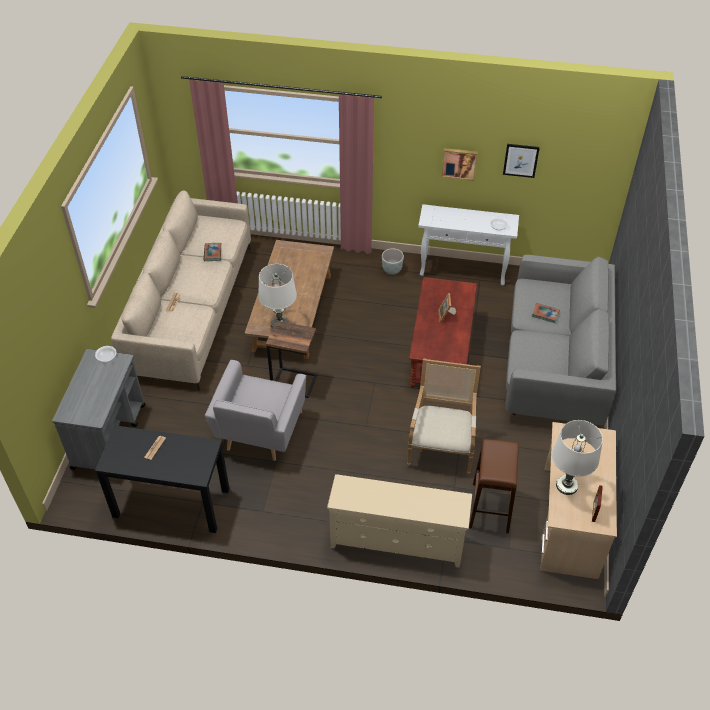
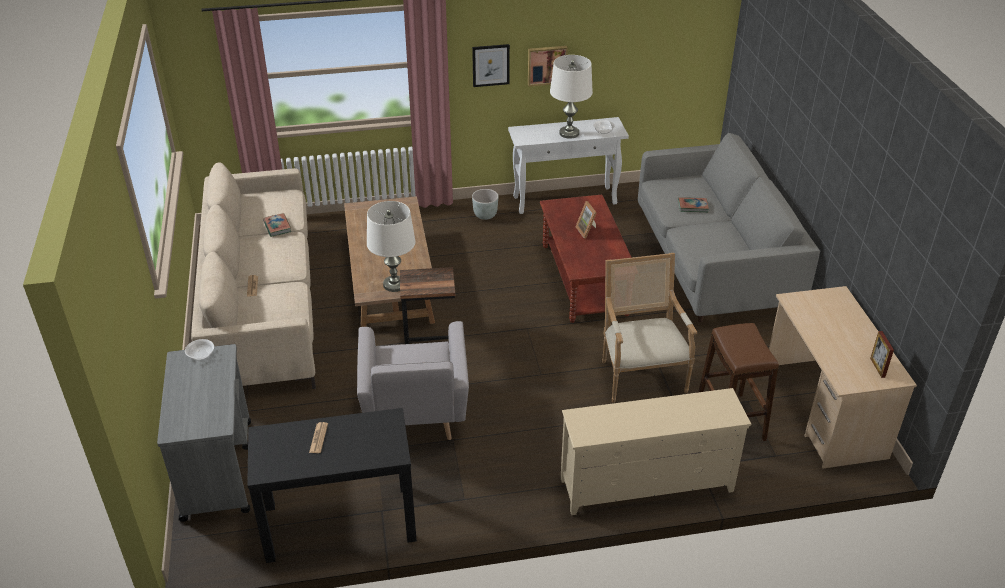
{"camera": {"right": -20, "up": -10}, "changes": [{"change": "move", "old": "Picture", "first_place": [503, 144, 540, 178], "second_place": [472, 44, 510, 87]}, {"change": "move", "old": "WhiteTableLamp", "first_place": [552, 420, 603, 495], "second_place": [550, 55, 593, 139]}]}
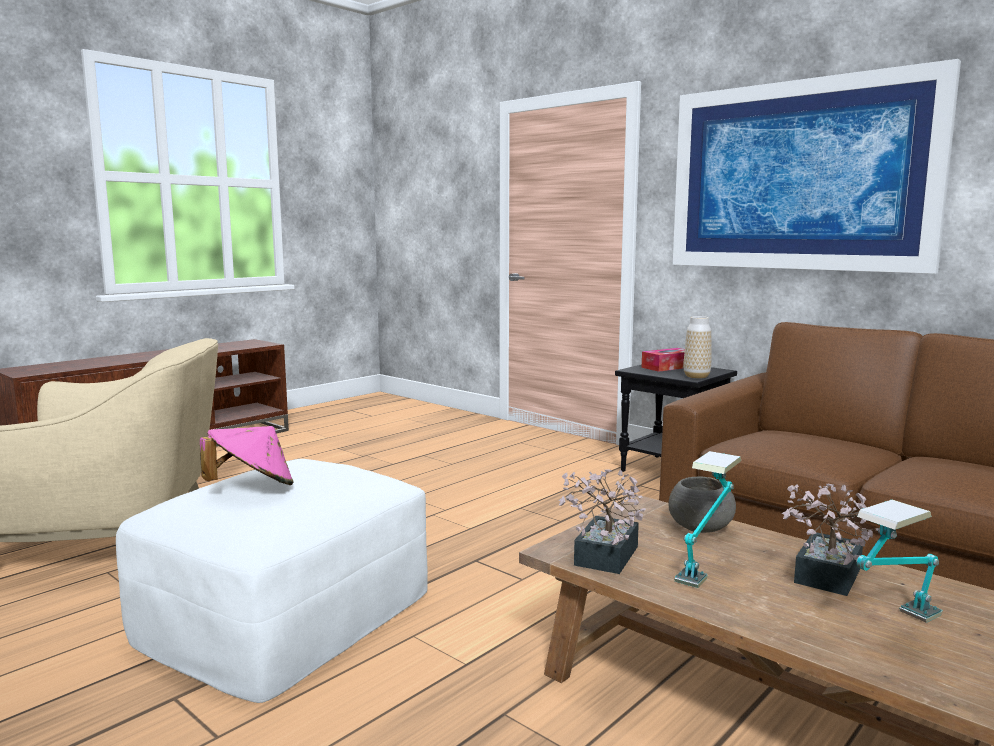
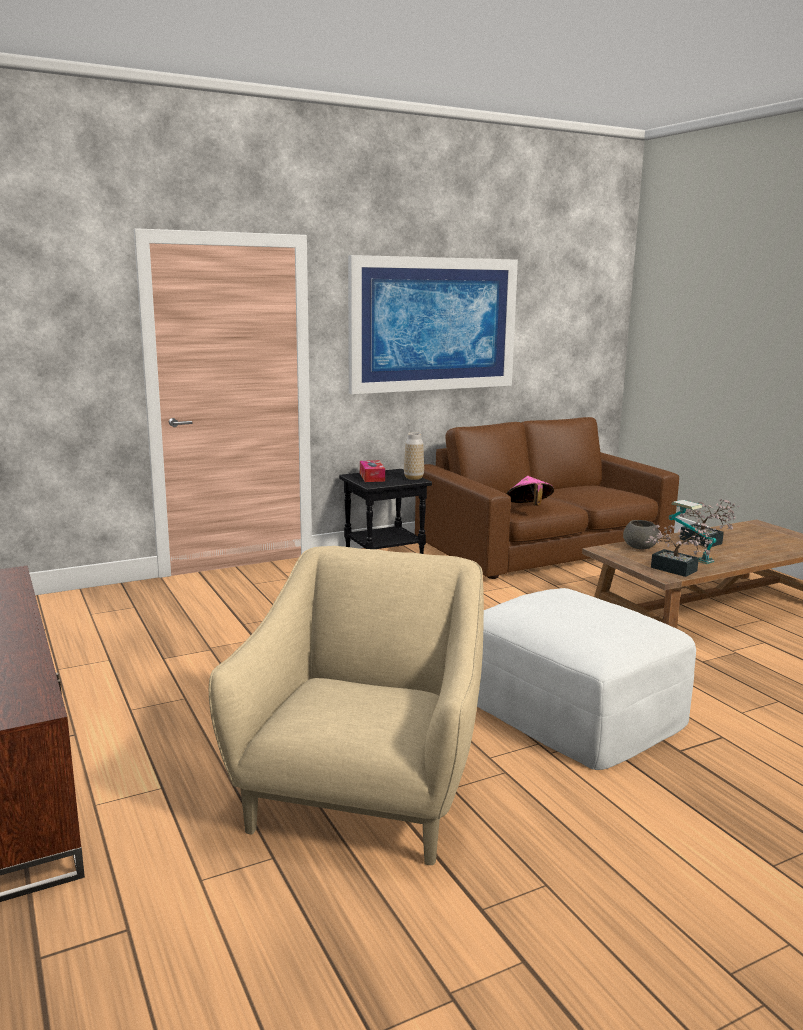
{"camera": {"right": -70, "up": 5}, "changes": [{"change": "move", "old": "PinkHat", "first_place": [200, 426, 294, 485], "second_place": [506, 476, 554, 506]}, {"change": "delete", "old": "TableLamp", "first_place": [856, 500, 943, 623]}]}
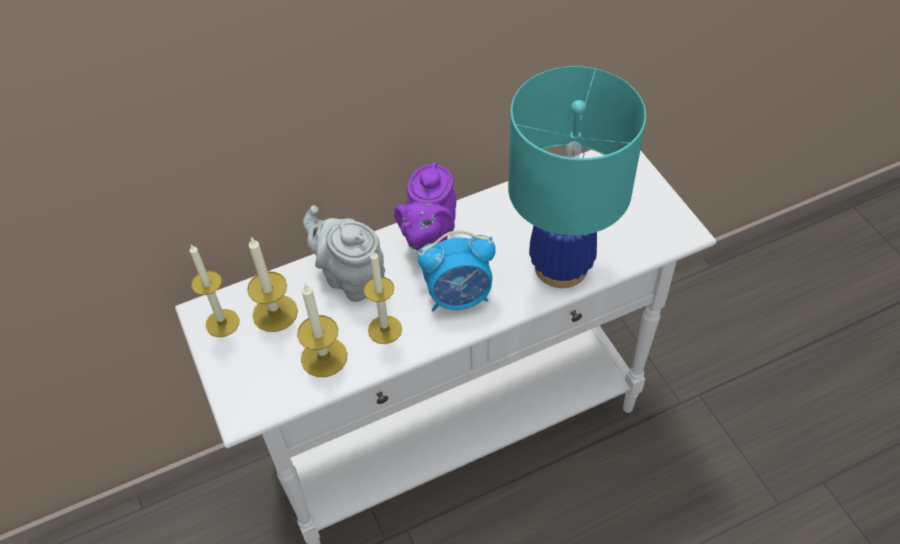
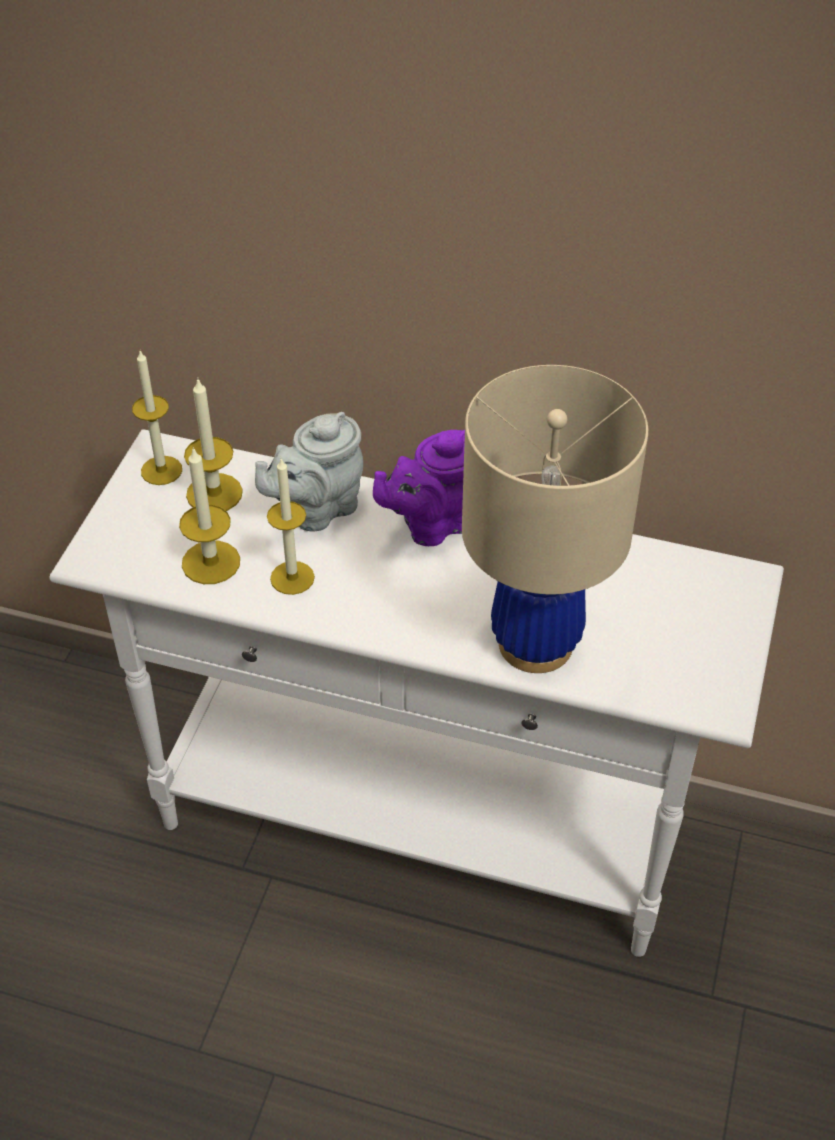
{"camera": {"right": 40, "up": -5}, "changes": [{"change": "rotate", "old": "GreyTeapot", "first_place": [303, 206, 385, 302], "second_place": [255, 412, 363, 532], "degrees": -120}, {"change": "recolor", "old": "TurquoiseTableLamp", "new": "BeigeTableLamp", "first_place": [508, 66, 646, 288], "second_place": [462, 365, 648, 673]}, {"change": "delete", "old": "AlarmClock", "first_place": [418, 230, 496, 312]}]}
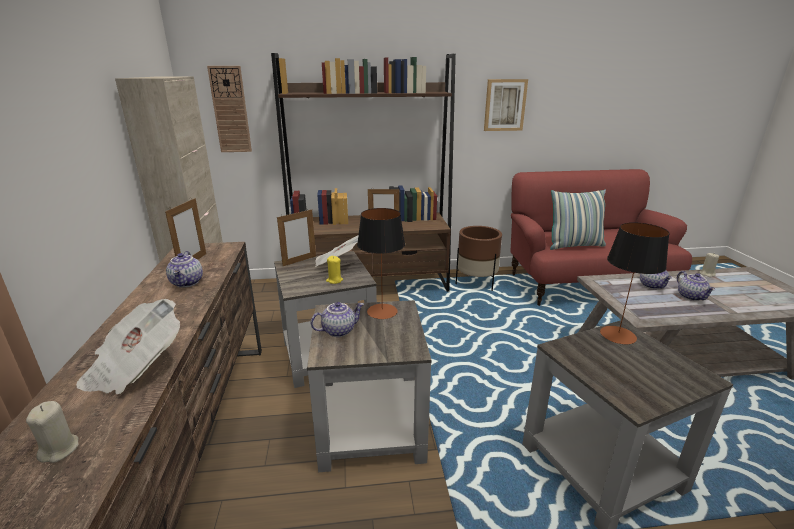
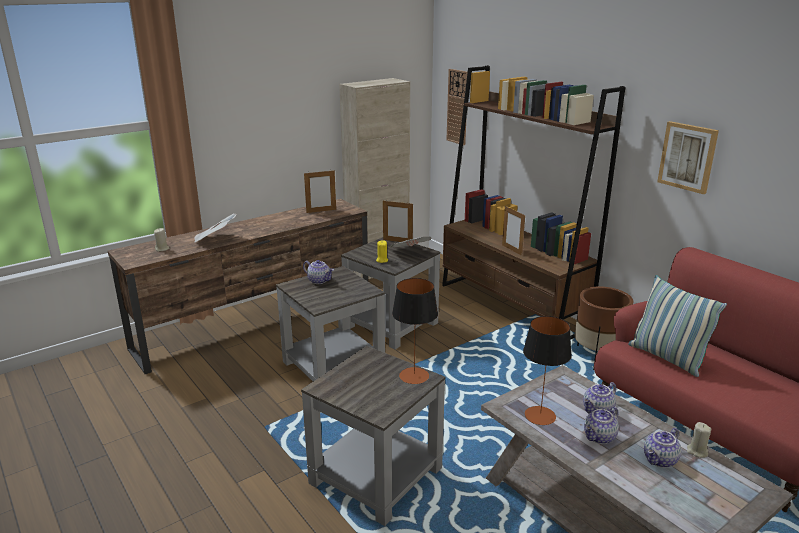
{"camera": {"right": 60, "up": 0}, "changes": [{"change": "move", "old": "TableLamp", "first_place": [357, 208, 405, 319], "second_place": [523, 316, 572, 425]}, {"change": "move", "old": "Teapot", "first_place": [166, 251, 203, 288], "second_place": [644, 428, 681, 468]}]}
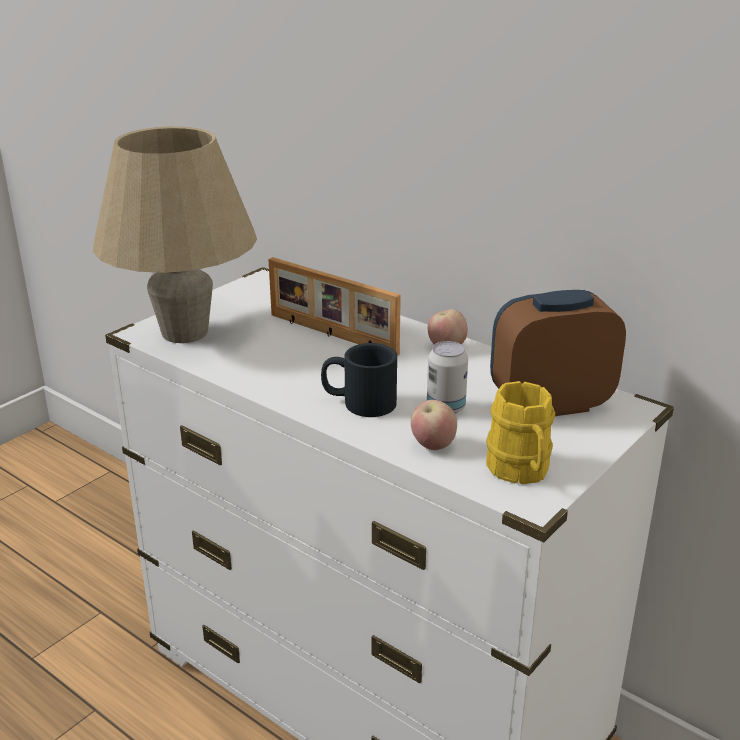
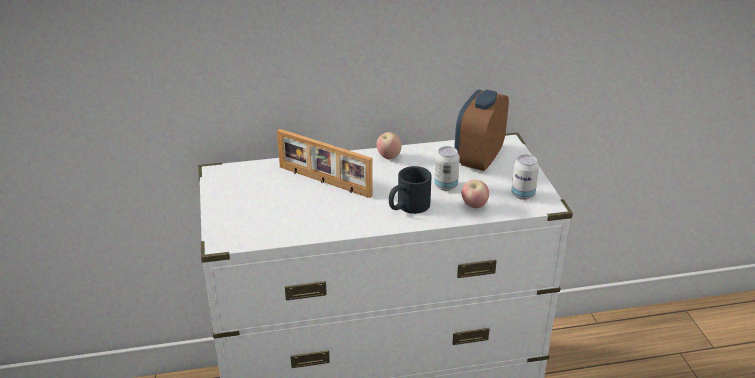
{"camera": {"right": -50, "up": 5}, "changes": [{"change": "rotate", "old": "PictureFrame", "first_place": [268, 257, 401, 356], "second_place": [277, 129, 373, 198], "degrees": 45}, {"change": "replace", "old": "YellowMug", "new": "Can", "first_place": [486, 381, 555, 484], "second_place": [511, 154, 539, 200]}, {"change": "delete", "old": "BeigeTableLamp", "first_place": [93, 126, 257, 343]}]}
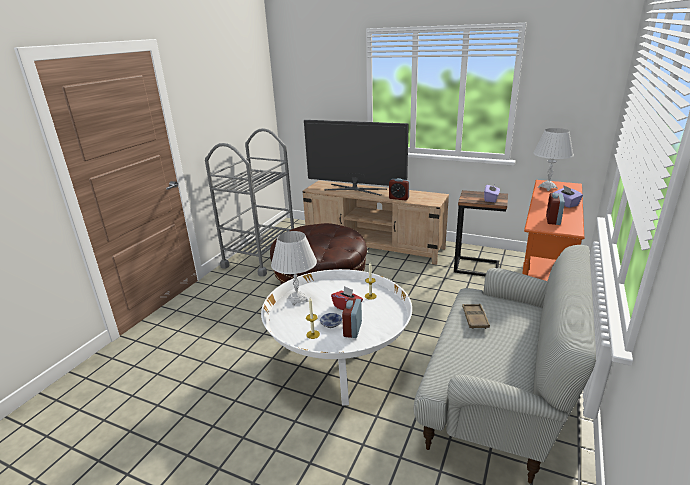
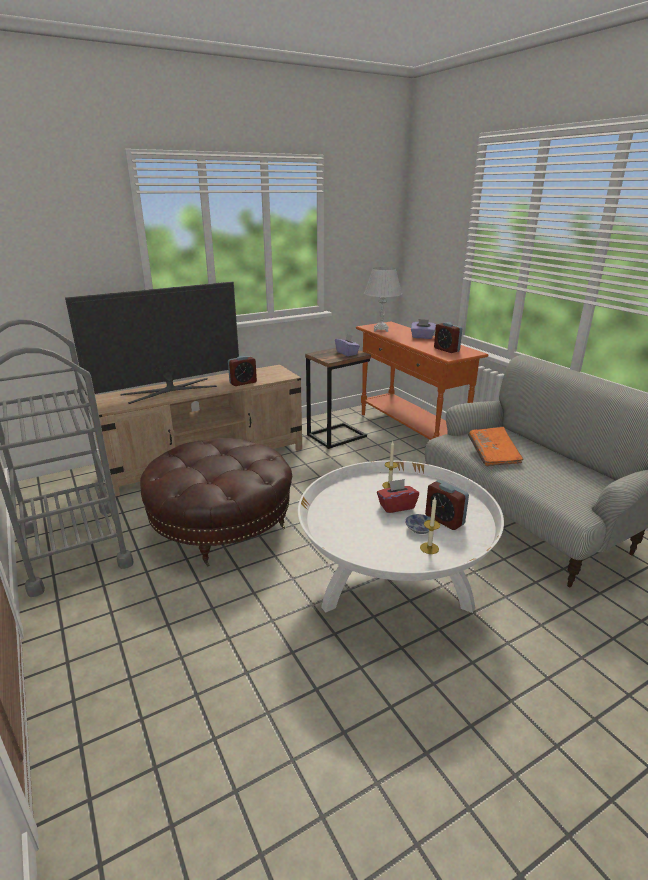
{"camera": {"right": -55, "up": 0}, "changes": [{"change": "replace", "old": "BrownTray", "new": "OrangeBook", "first_place": [462, 304, 490, 329], "second_place": [468, 427, 524, 467]}, {"change": "delete", "old": "WhiteTableLamp", "first_place": [271, 231, 317, 306]}]}
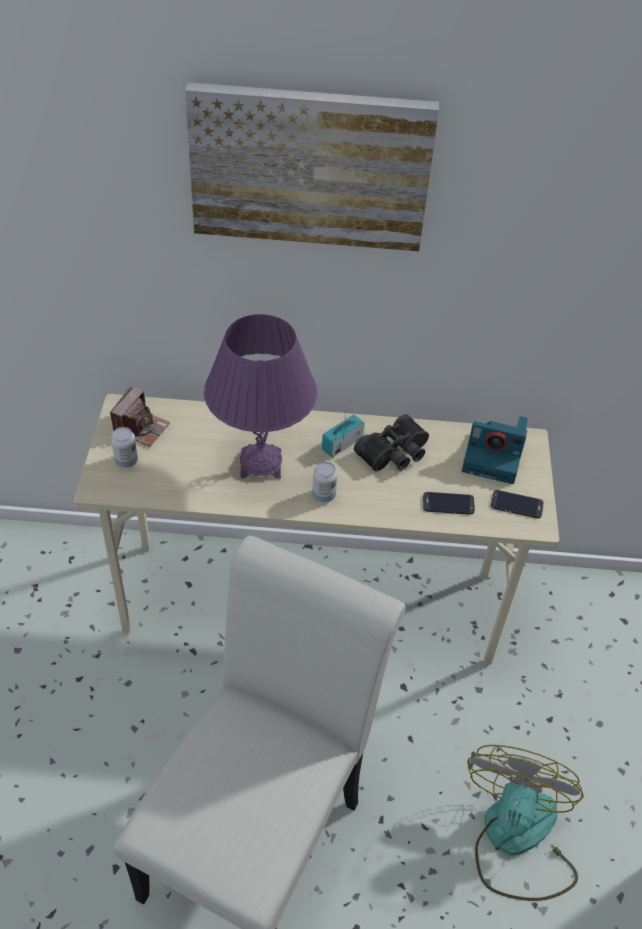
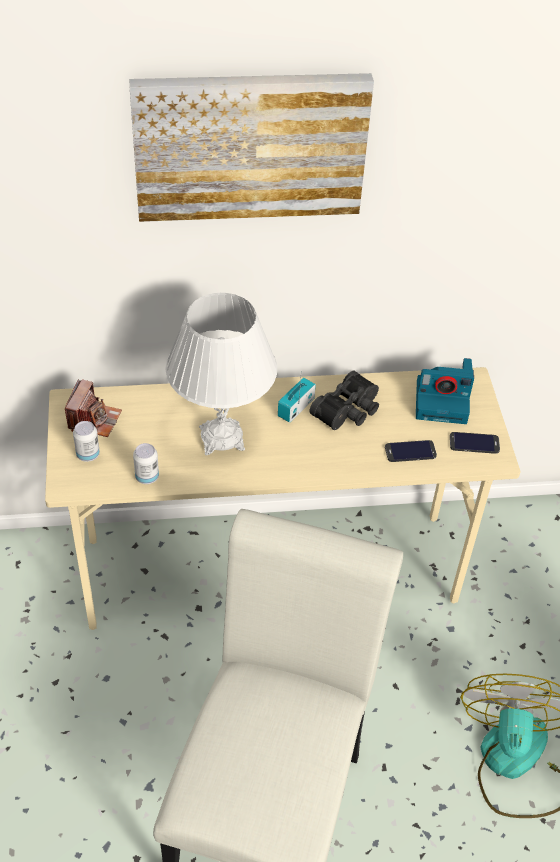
{"camera": {"right": -10, "up": 0}, "changes": [{"change": "move", "old": "Can", "first_place": [312, 461, 338, 503], "second_place": [133, 443, 159, 484]}, {"change": "recolor", "old": "PurpleTableLamp", "new": "WhiteTableLamp", "first_place": [204, 314, 317, 479], "second_place": [165, 293, 277, 455]}]}
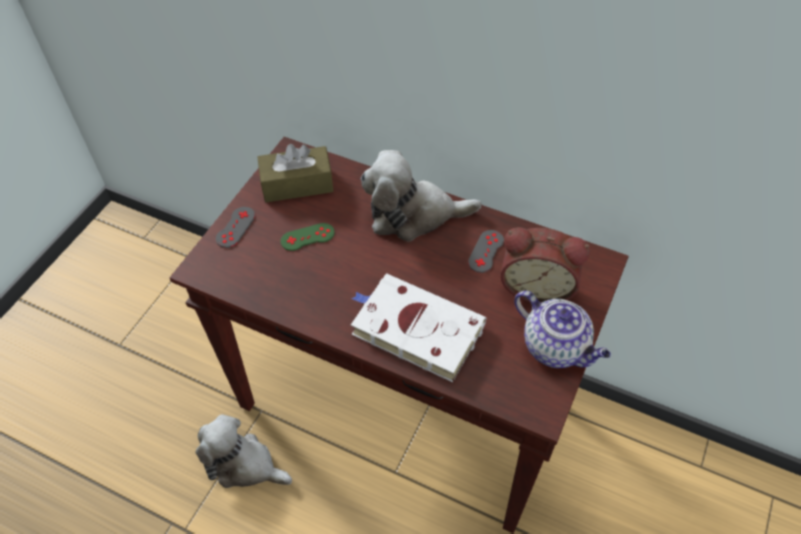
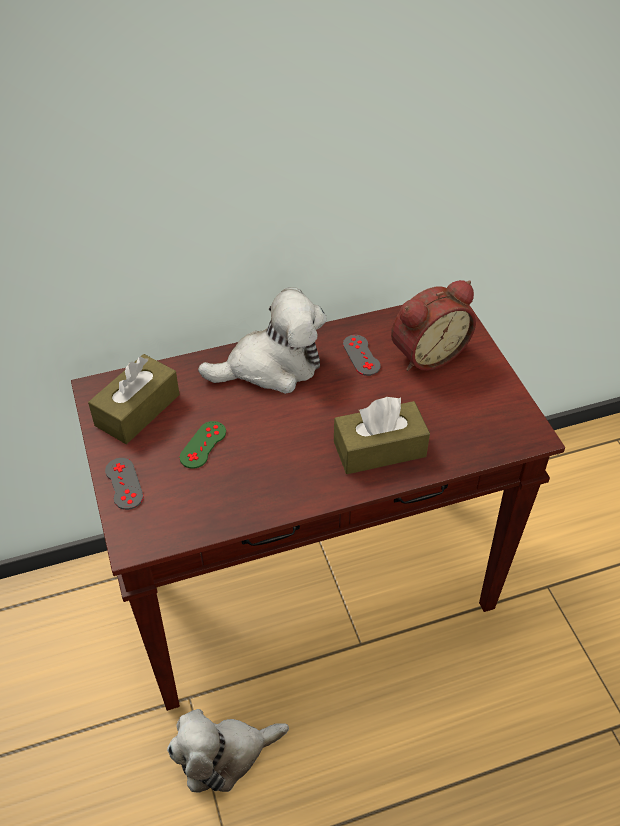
{"camera": {"right": -45, "up": -5}, "changes": [{"change": "rotate", "old": "PlushToy", "first_place": [361, 150, 482, 241], "second_place": [198, 287, 327, 394], "degrees": -150}, {"change": "replace", "old": "WhiteBook", "new": "BrownTissueBox", "first_place": [351, 274, 486, 382], "second_place": [334, 397, 430, 474]}, {"change": "delete", "old": "Teapot", "first_place": [514, 291, 611, 368]}]}
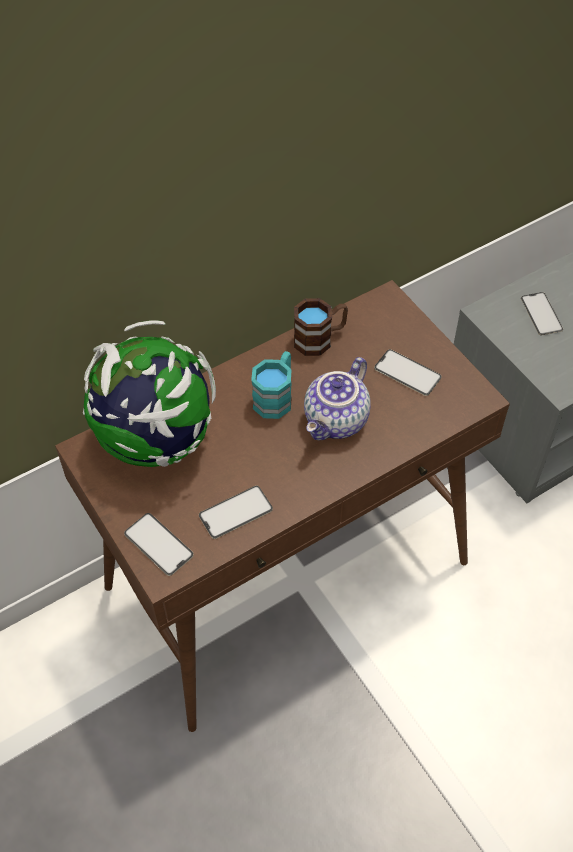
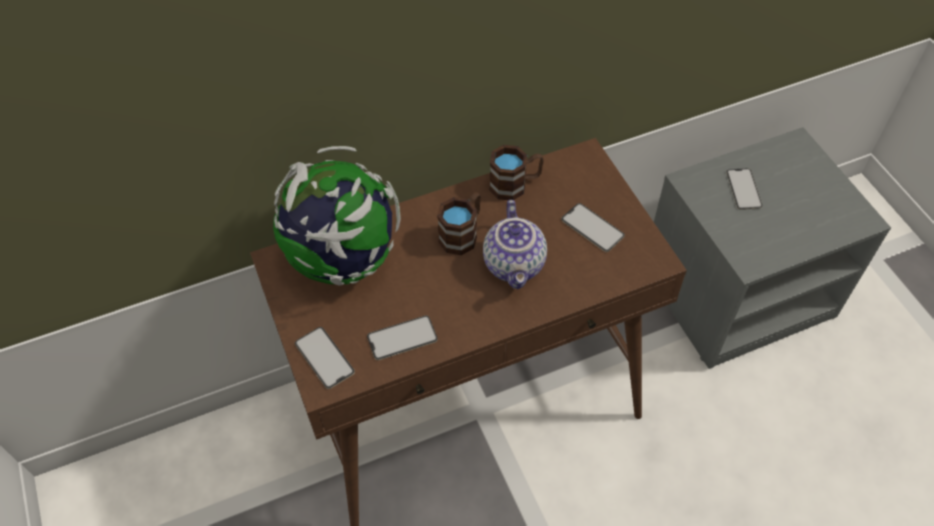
{"camera": {"right": 10, "up": 0}, "changes": [{"change": "recolor", "old": "TurquoiseMug", "new": "BrownMug", "first_place": [251, 351, 292, 419], "second_place": [437, 192, 481, 255]}, {"change": "rotate", "old": "Teapot", "first_place": [304, 357, 371, 440], "second_place": [483, 200, 547, 289], "degrees": -45}]}
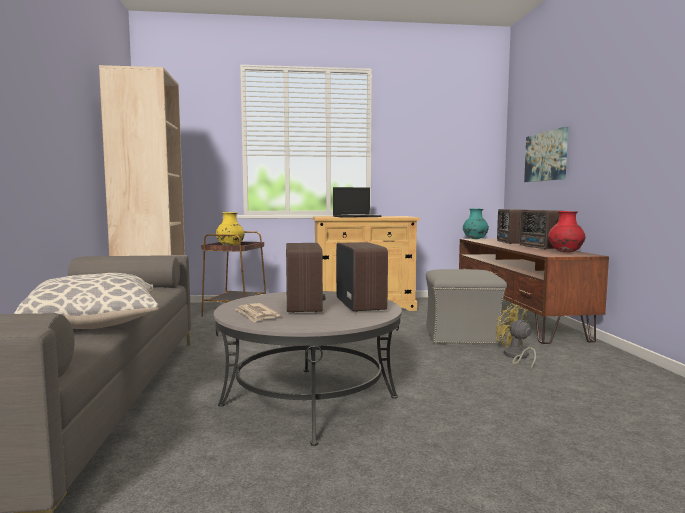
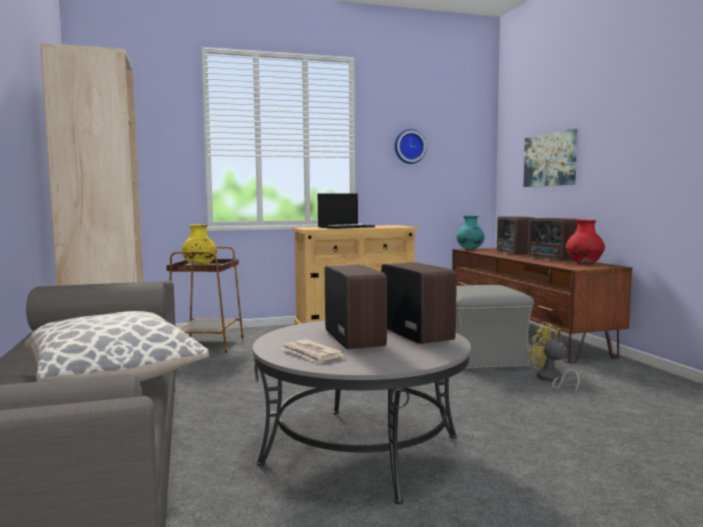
{"camera": {"right": -10, "up": 0}, "changes": [{"change": "insert", "new": "WallClock", "second_place": [395, 129, 427, 164]}]}
